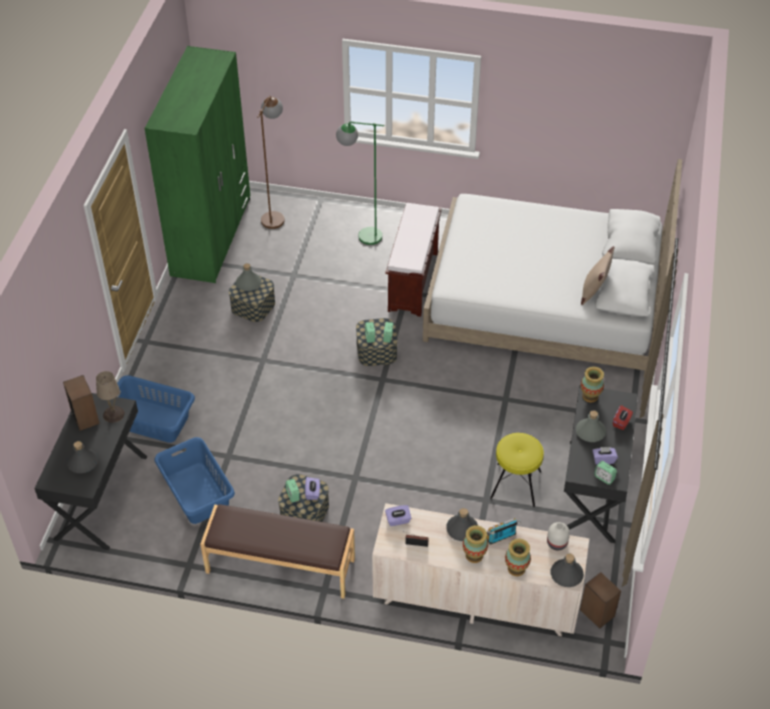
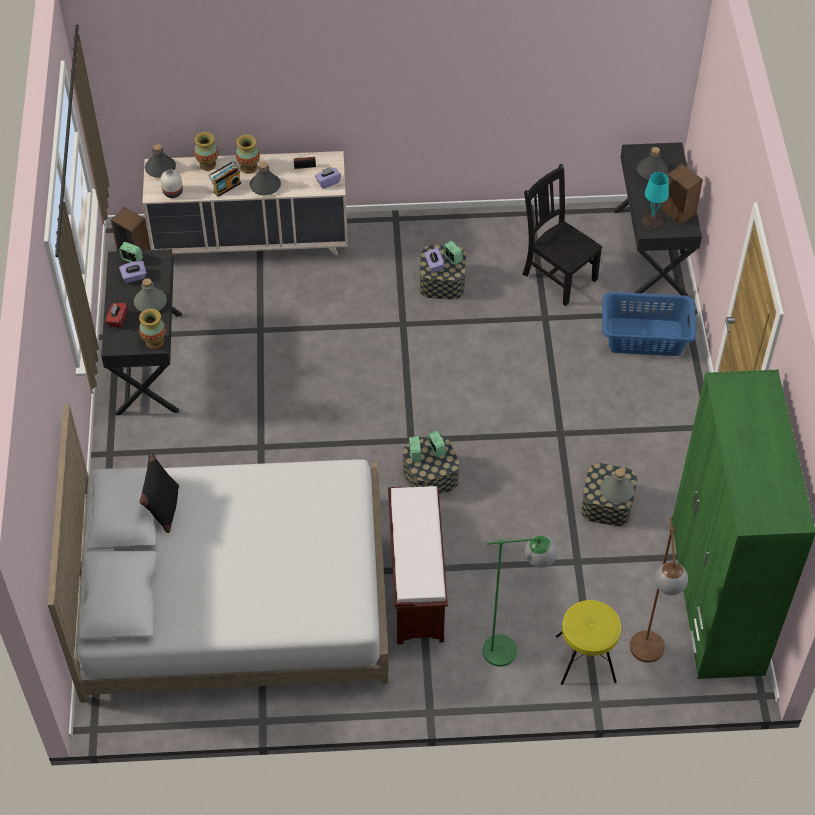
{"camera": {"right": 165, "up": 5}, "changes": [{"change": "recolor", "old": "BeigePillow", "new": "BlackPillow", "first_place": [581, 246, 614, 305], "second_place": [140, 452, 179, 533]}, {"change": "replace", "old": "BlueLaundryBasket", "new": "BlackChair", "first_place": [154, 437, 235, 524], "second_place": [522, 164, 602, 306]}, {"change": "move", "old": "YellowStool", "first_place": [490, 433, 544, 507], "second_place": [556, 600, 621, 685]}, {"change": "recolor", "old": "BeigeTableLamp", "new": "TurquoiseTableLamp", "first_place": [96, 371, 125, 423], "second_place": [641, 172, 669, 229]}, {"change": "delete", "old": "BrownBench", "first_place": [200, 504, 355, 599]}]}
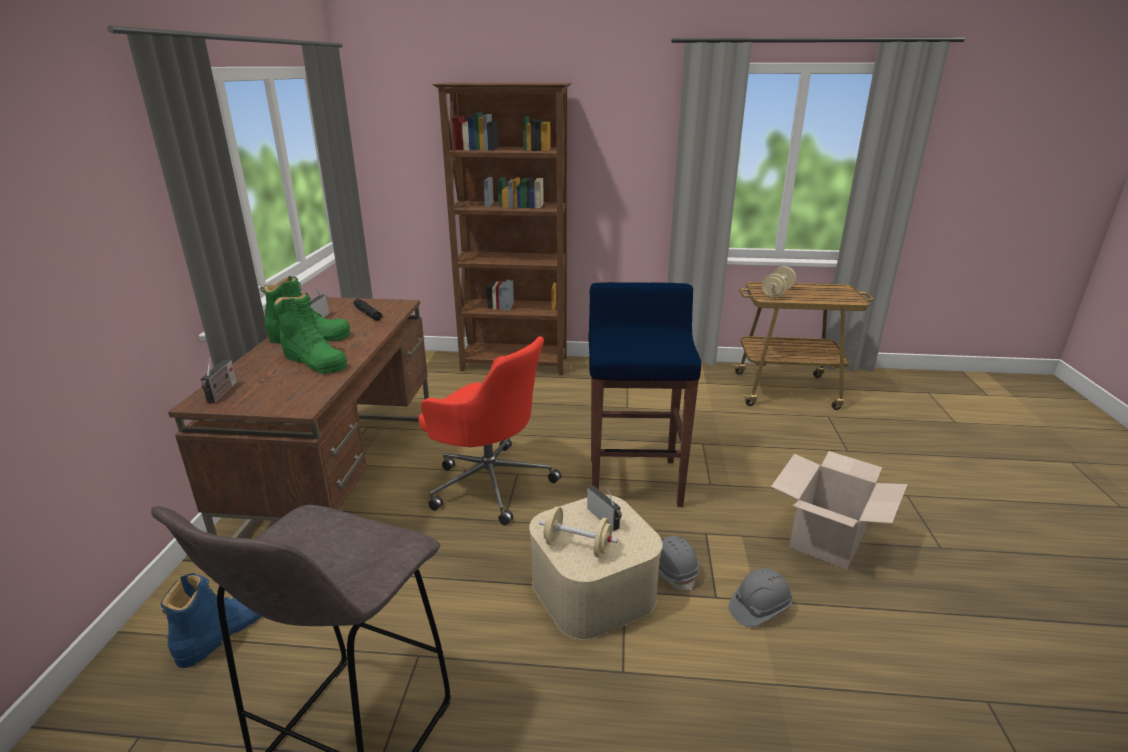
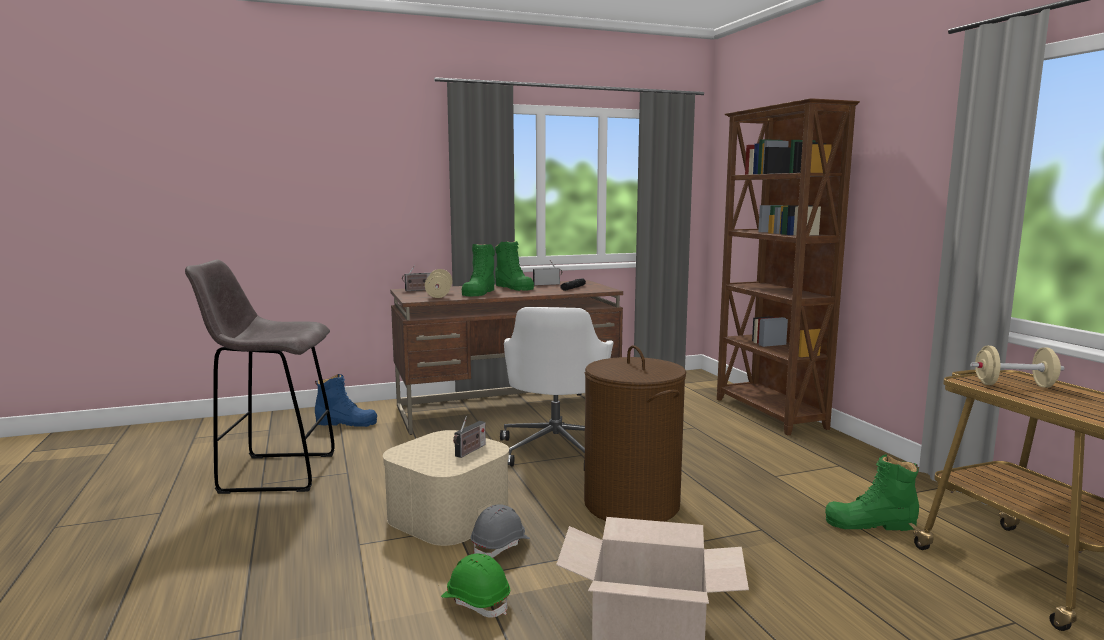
{"camera": {"right": 65, "up": -15}, "changes": [{"change": "move", "old": "BeigeDumbbell", "first_place": [539, 507, 618, 558], "second_place": [425, 269, 453, 298]}, {"change": "recolor", "old": "GreyHardHat", "new": "GreenHardHat", "first_place": [728, 568, 792, 627], "second_place": [441, 554, 510, 618]}, {"change": "recolor", "old": "RedOfficeChair", "new": "WhiteOfficeChair", "first_place": [418, 336, 561, 525], "second_place": [500, 307, 614, 469]}, {"change": "replace", "old": "BlueStool", "new": "BrownLaundryBasket", "first_place": [588, 282, 701, 507], "second_place": [584, 345, 686, 522]}, {"change": "insert", "new": "GreenBoot", "second_place": [825, 454, 919, 531]}]}
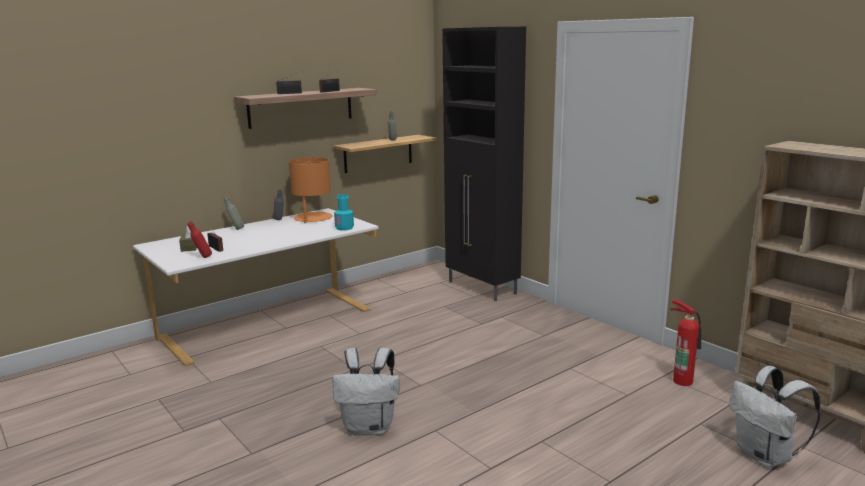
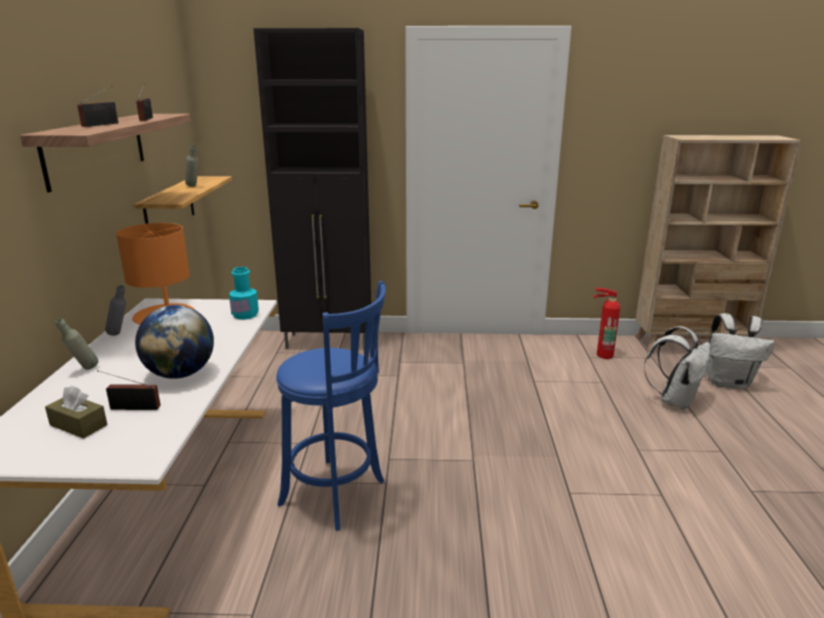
{"camera": {"right": -50, "up": 5}, "changes": [{"change": "insert", "new": "Globe", "second_place": [135, 305, 214, 379]}, {"change": "insert", "new": "BlueStool", "second_place": [276, 281, 386, 531]}, {"change": "move", "old": "WhiteBackpack", "first_place": [332, 348, 400, 436], "second_place": [644, 326, 710, 410]}, {"change": "delete", "old": "RedBottle", "first_place": [187, 221, 212, 258]}]}
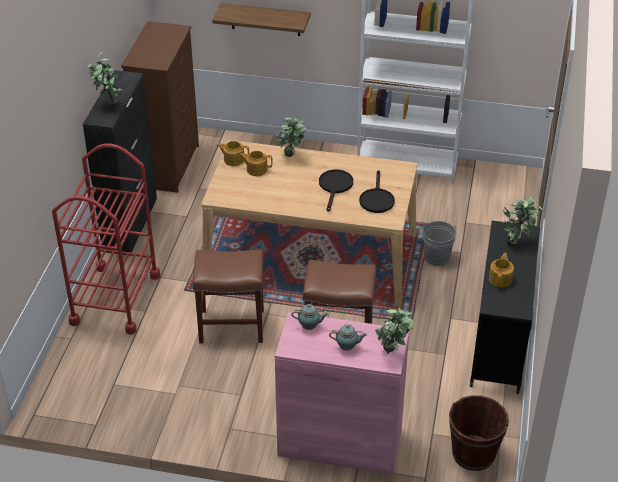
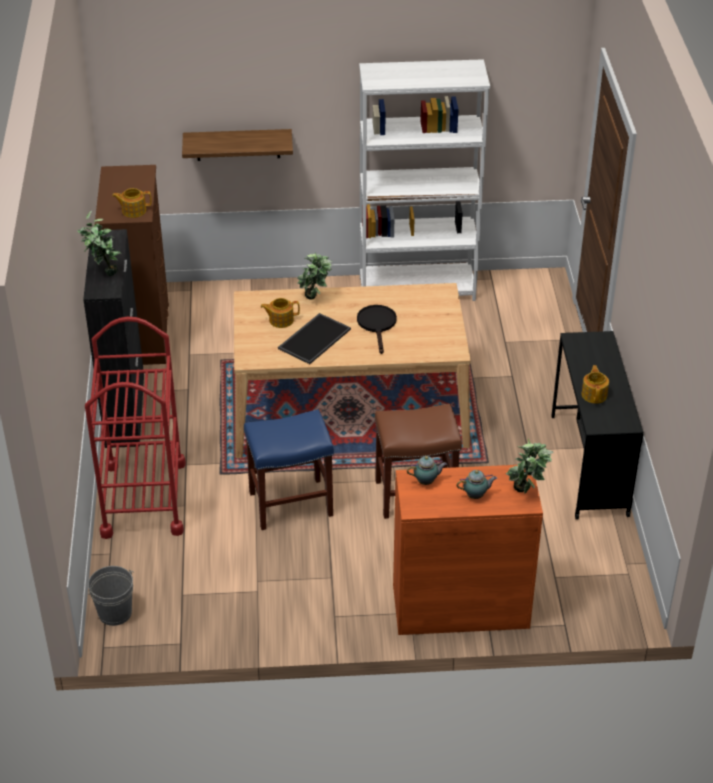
{"camera": {"right": -15, "up": 0}, "changes": [{"change": "move", "old": "GreyBucket", "first_place": [423, 221, 458, 266], "second_place": [88, 566, 134, 626]}, {"change": "move", "old": "Teapot", "first_place": [217, 141, 249, 166], "second_place": [112, 188, 152, 218]}, {"change": "recolor", "old": "BrownStool", "new": "BlueStool", "first_place": [193, 249, 264, 343], "second_place": [244, 409, 334, 530]}, {"change": "insert", "new": "Tray", "second_place": [278, 313, 351, 364]}, {"change": "recolor", "old": "PinkCabinet", "new": "OrangeCabinet", "first_place": [275, 312, 409, 475], "second_place": [393, 465, 543, 635]}, {"change": "delete", "old": "BlackFryingPan", "first_place": [359, 170, 395, 213]}, {"change": "delete", "old": "BrownBucket", "first_place": [449, 395, 509, 471]}, {"change": "delete", "old": "PottedPlant", "first_place": [502, 196, 542, 247]}]}
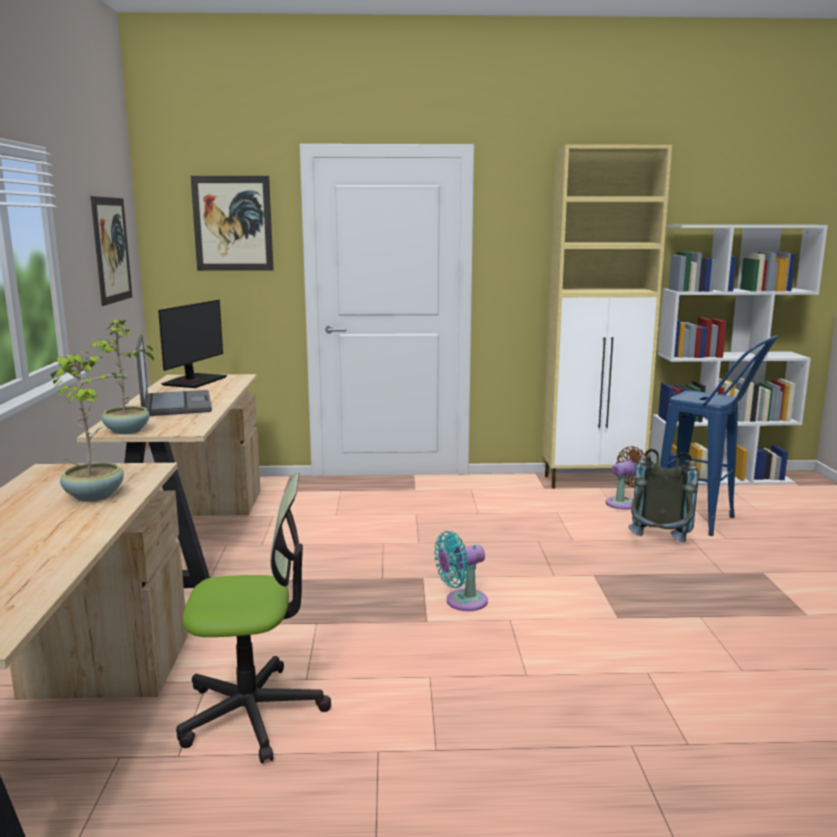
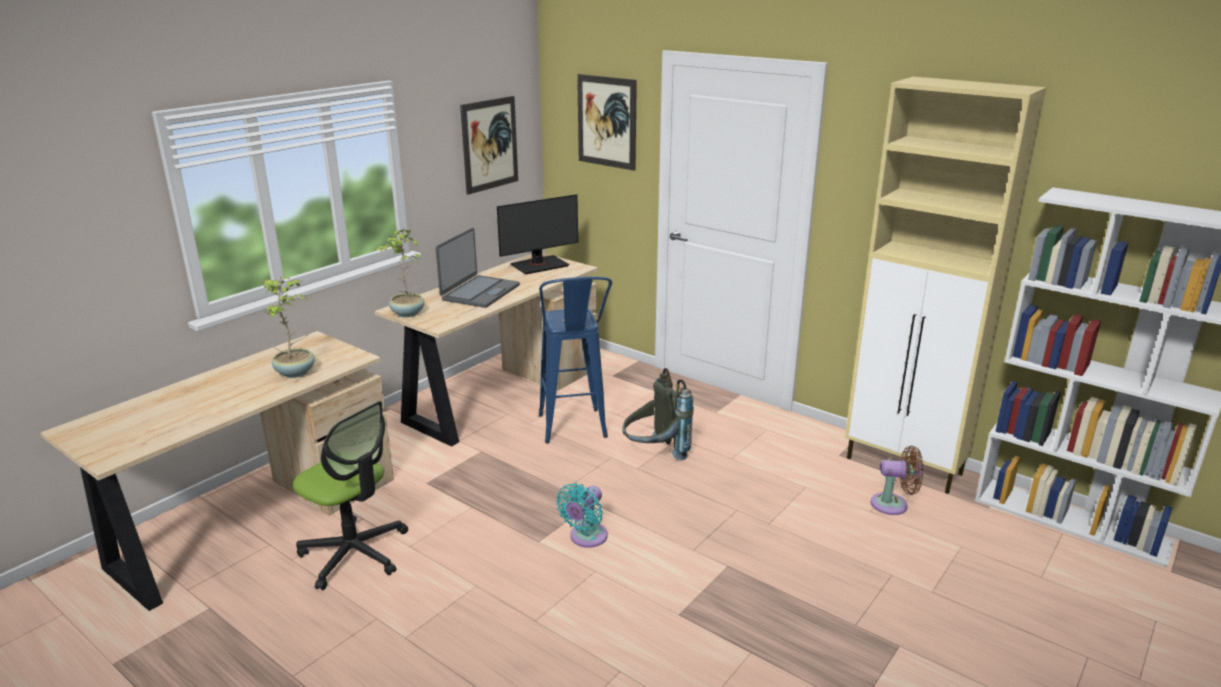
{"camera": {"right": 40, "up": 10}, "changes": [{"change": "move", "old": "BlueStool", "first_place": [660, 335, 779, 536], "second_place": [539, 277, 612, 444]}, {"change": "rotate", "old": "TurquoiseFan", "first_place": [434, 531, 488, 611], "second_place": [556, 483, 608, 548], "degrees": -75}, {"change": "move", "old": "GreyBackpack", "first_place": [628, 449, 699, 542], "second_place": [622, 368, 694, 461]}]}
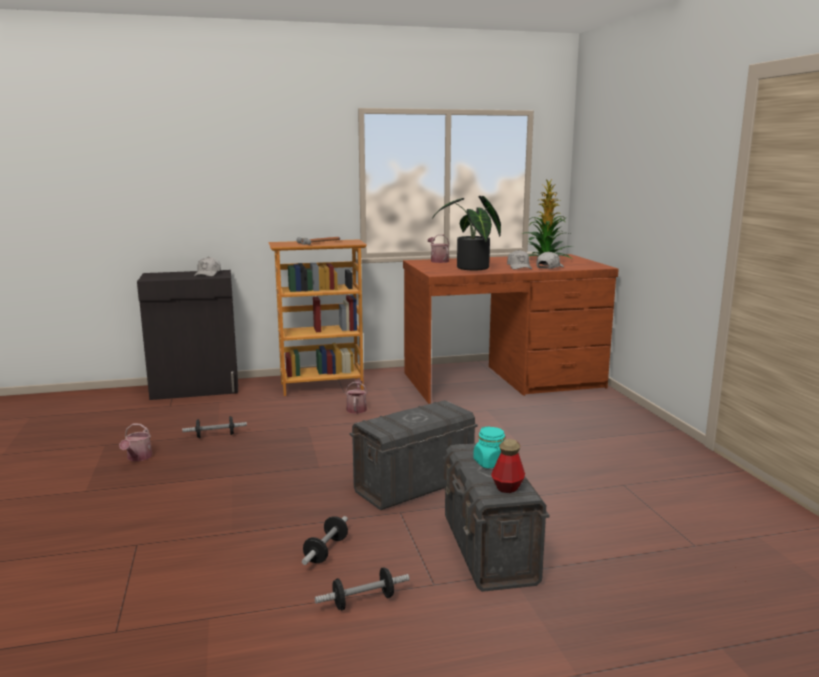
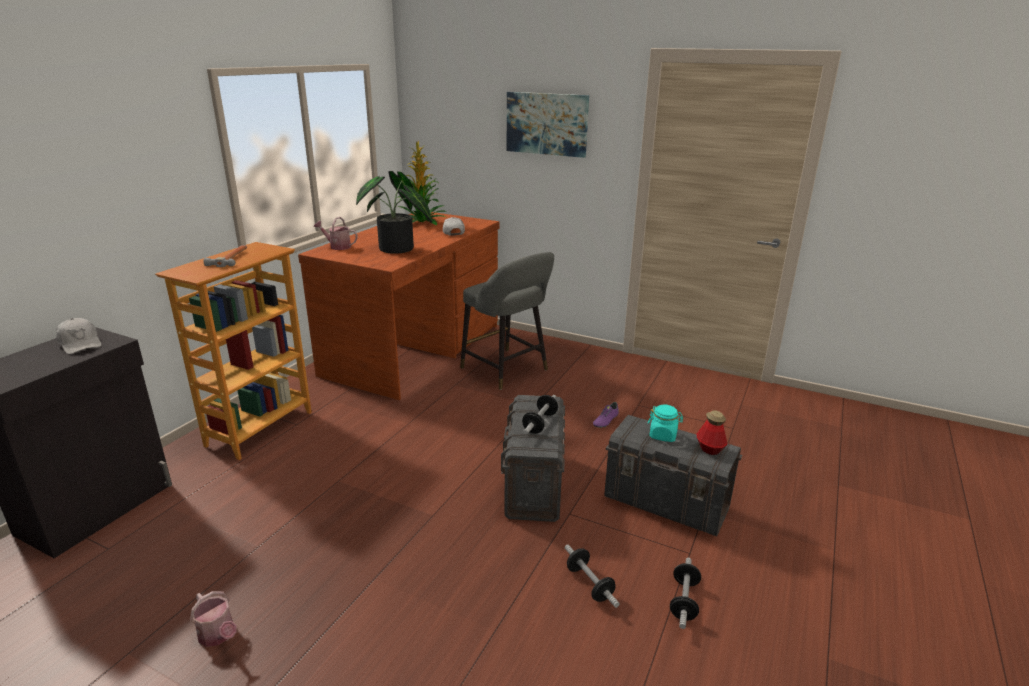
{"camera": {"right": -50, "up": 10}, "changes": [{"change": "insert", "new": "GreyStool", "second_place": [460, 252, 554, 390]}, {"change": "insert", "new": "Picture", "second_place": [507, 92, 589, 158]}, {"change": "move", "old": "Dumbbell", "first_place": [182, 416, 247, 438], "second_place": [522, 395, 558, 435]}, {"change": "insert", "new": "PurpleShoe", "second_place": [593, 402, 619, 428]}, {"change": "delete", "old": "WateringCan", "first_place": [345, 380, 368, 414]}, {"change": "delete", "old": "WhiteCap", "first_place": [507, 250, 532, 270]}]}
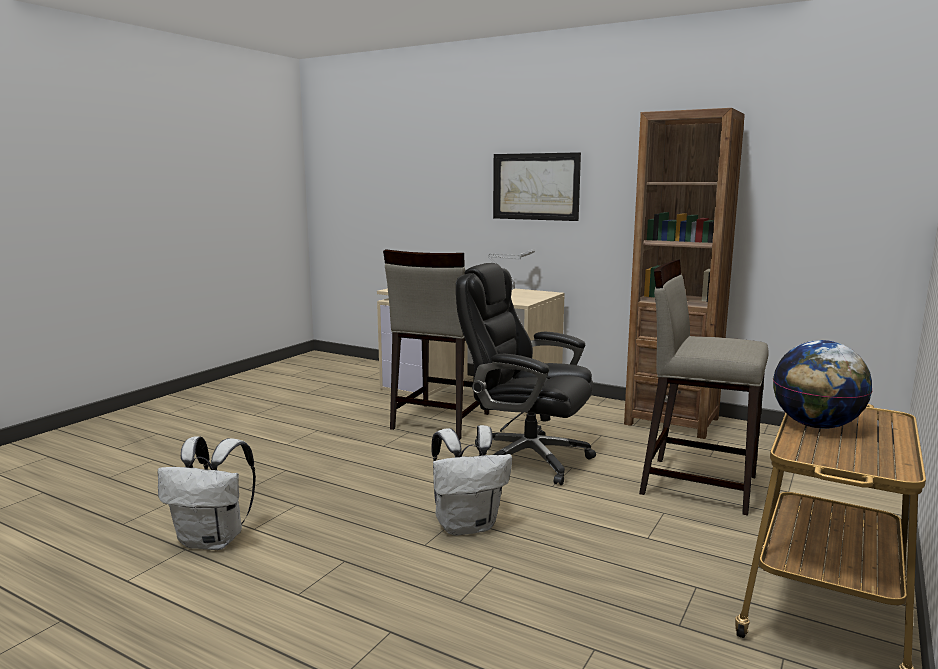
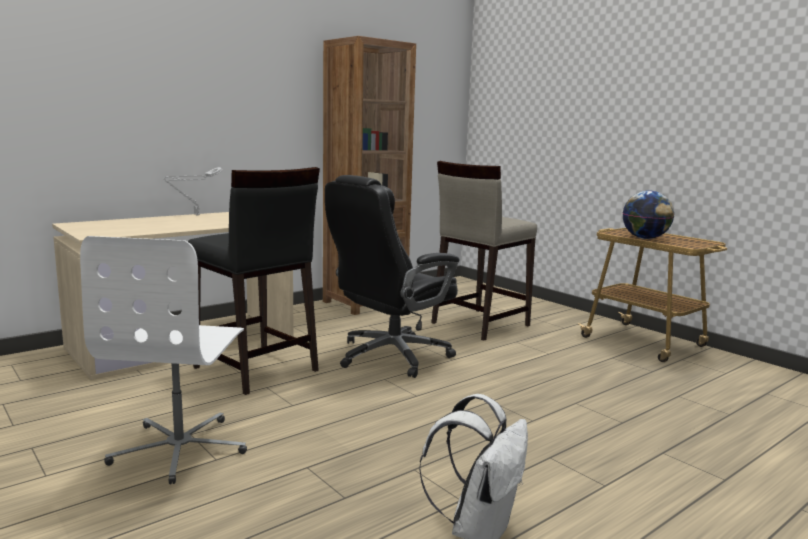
{"camera": {"right": -70, "up": 0}, "changes": [{"change": "insert", "new": "WhiteOfficeChair", "second_place": [80, 236, 247, 484]}, {"change": "recolor", "old": "BeigeStool", "new": "BlackStool", "first_place": [383, 249, 489, 440], "second_place": [188, 167, 320, 395]}, {"change": "delete", "old": "WhiteBackpack", "first_place": [431, 425, 512, 536]}, {"change": "delete", "old": "Picture", "first_place": [493, 152, 581, 221]}]}
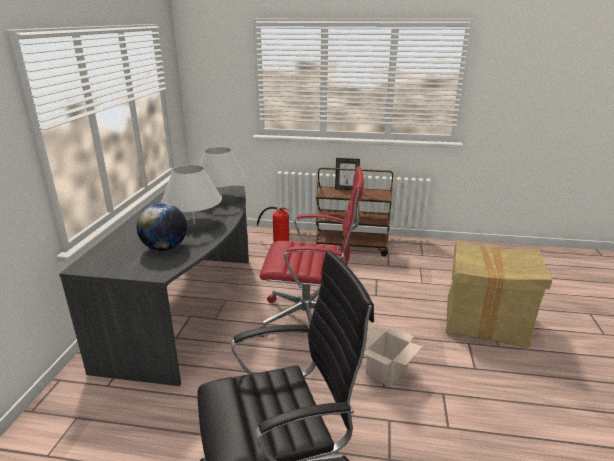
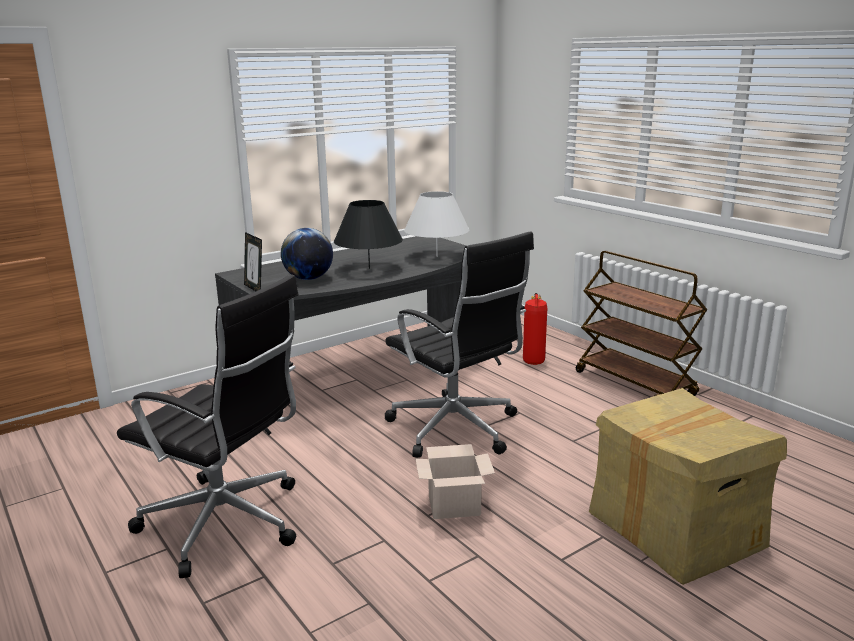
{"camera": {"right": 45, "up": -5}, "changes": [{"change": "move", "old": "PictureFrame", "first_place": [335, 158, 360, 190], "second_place": [244, 232, 262, 291]}, {"change": "recolor", "old": "WhiteTableLamp", "new": "BlackTableLamp", "first_place": [161, 165, 222, 224], "second_place": [334, 200, 403, 269]}, {"change": "recolor", "old": "RedOfficeChair", "new": "BlackOfficeChair", "first_place": [260, 166, 364, 337], "second_place": [385, 231, 534, 458]}]}
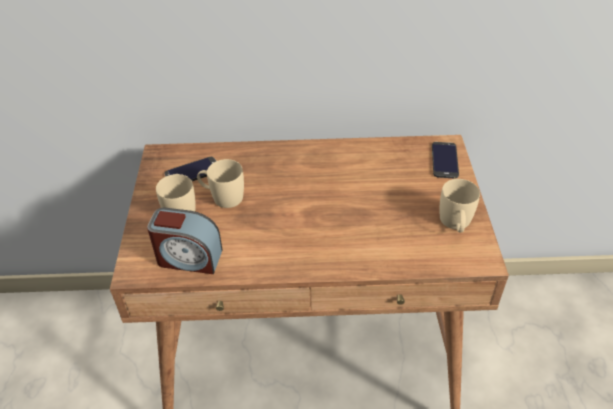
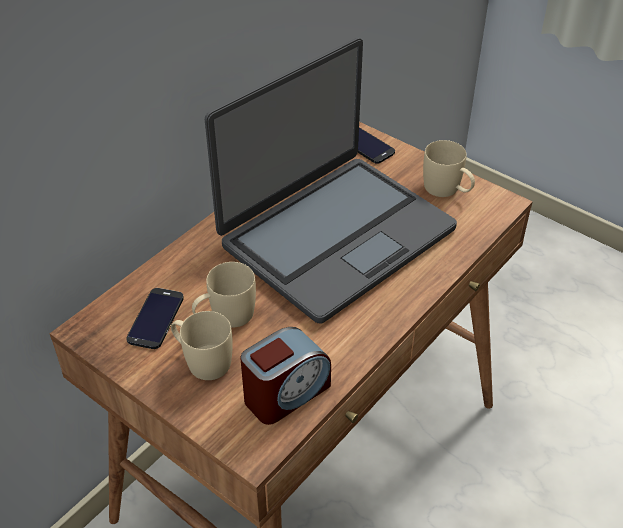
{"camera": {"right": -50, "up": 0}, "changes": [{"change": "insert", "new": "Laptop", "second_place": [205, 38, 457, 323]}]}
